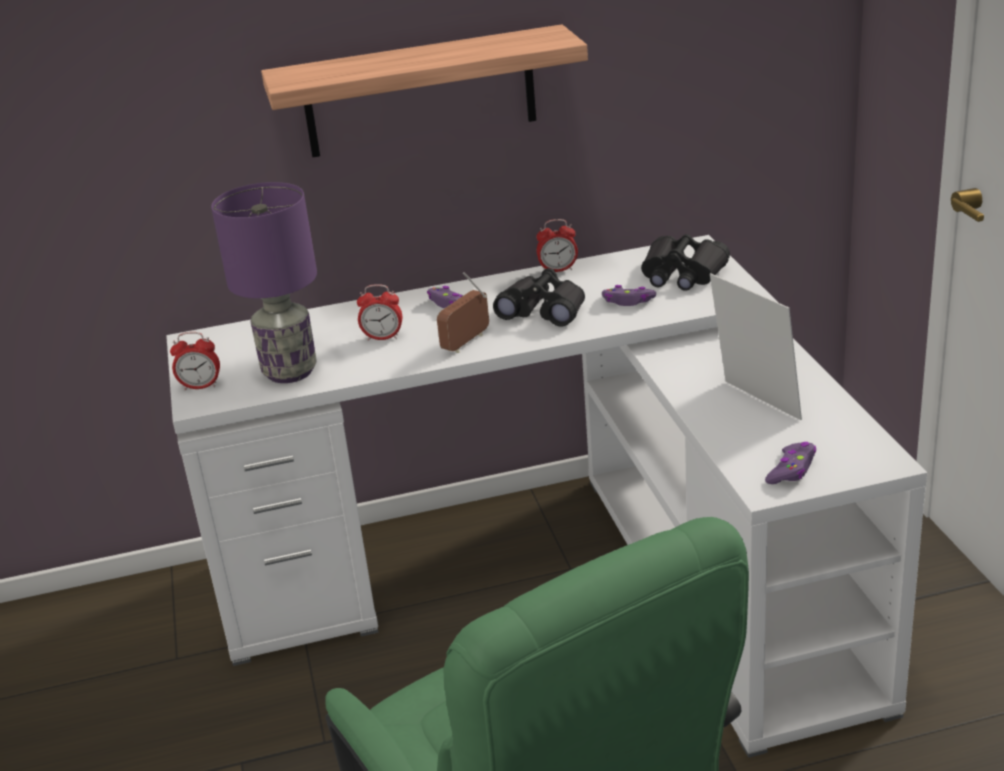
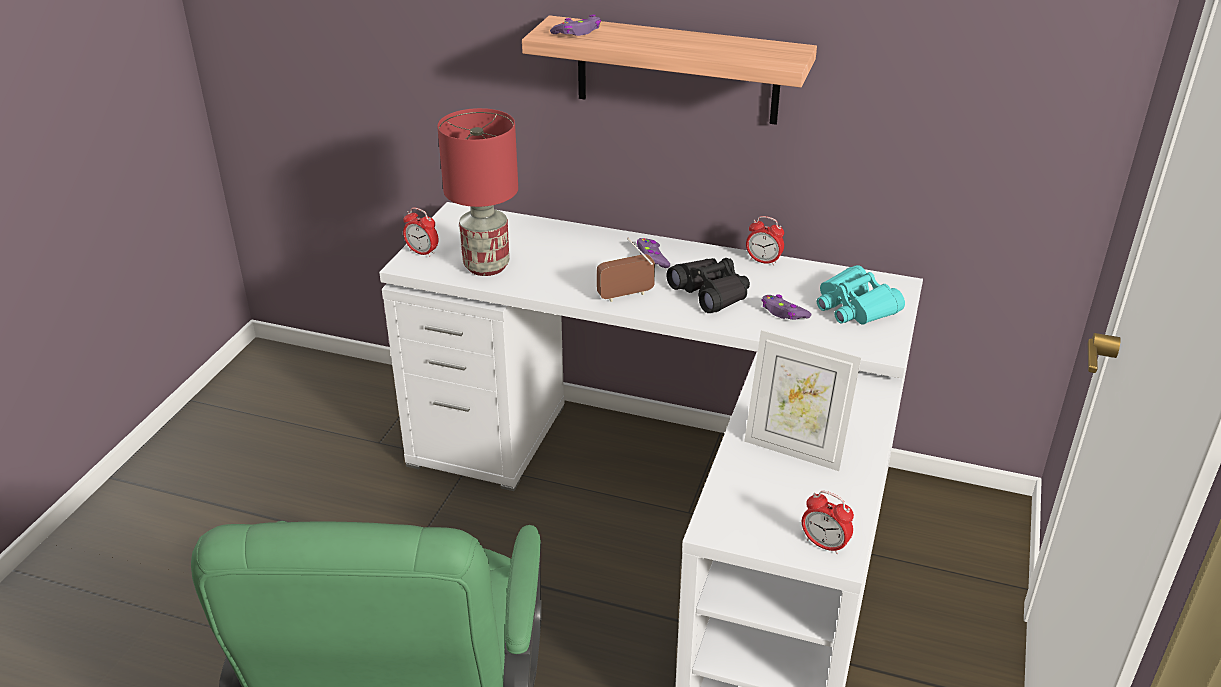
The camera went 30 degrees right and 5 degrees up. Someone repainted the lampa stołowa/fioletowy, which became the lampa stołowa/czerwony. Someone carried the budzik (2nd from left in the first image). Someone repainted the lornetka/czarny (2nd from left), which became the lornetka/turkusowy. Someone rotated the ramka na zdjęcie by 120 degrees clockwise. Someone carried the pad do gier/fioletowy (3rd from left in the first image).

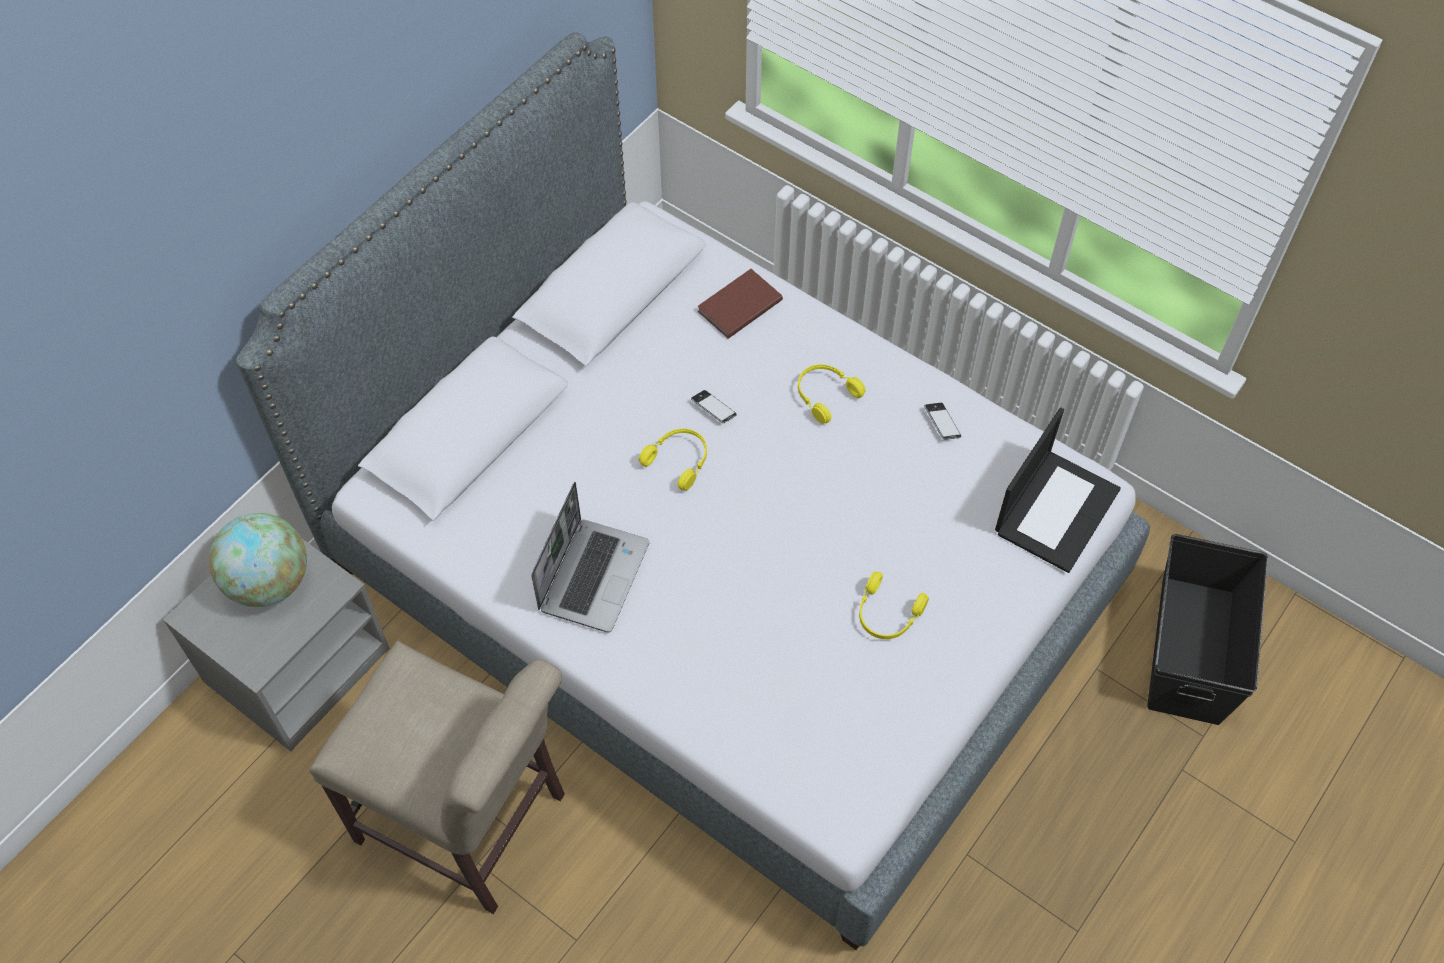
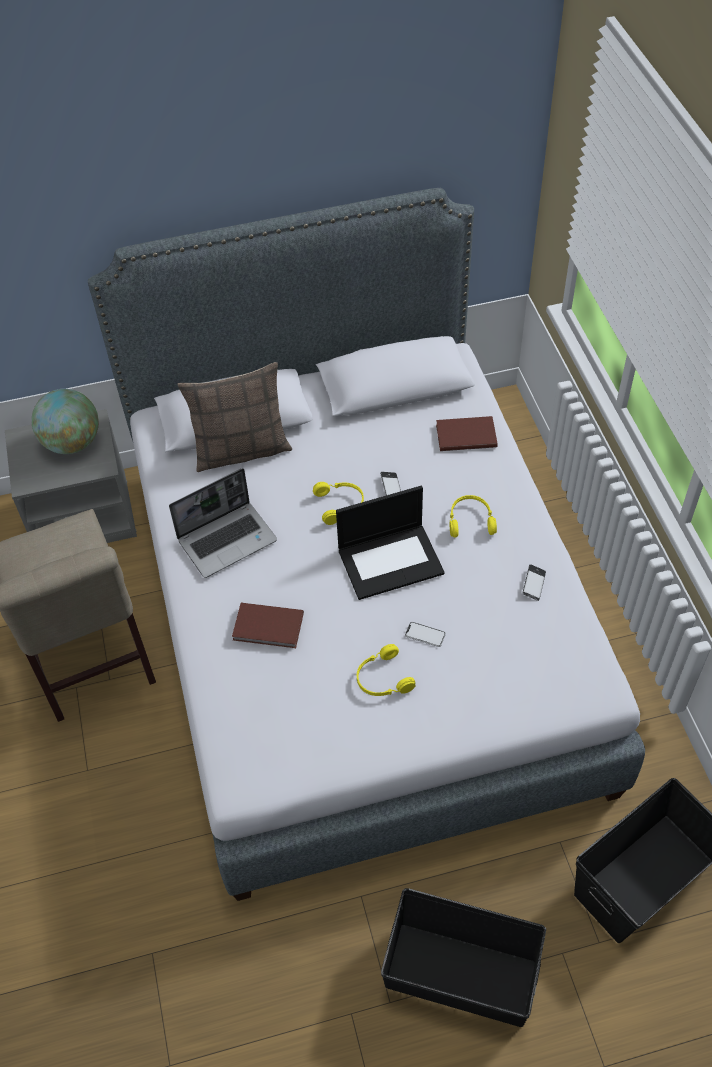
The camera went 40 degrees right and 5 degrees down. Someone carried the laptop (2nd from left). Someone put down the poduszka. Someone put down the książka/brązowy (1st from left). Someone put down the pojemnik do przechowywania/czarny (1st from left). Someone put down the telefon (2nd from left).

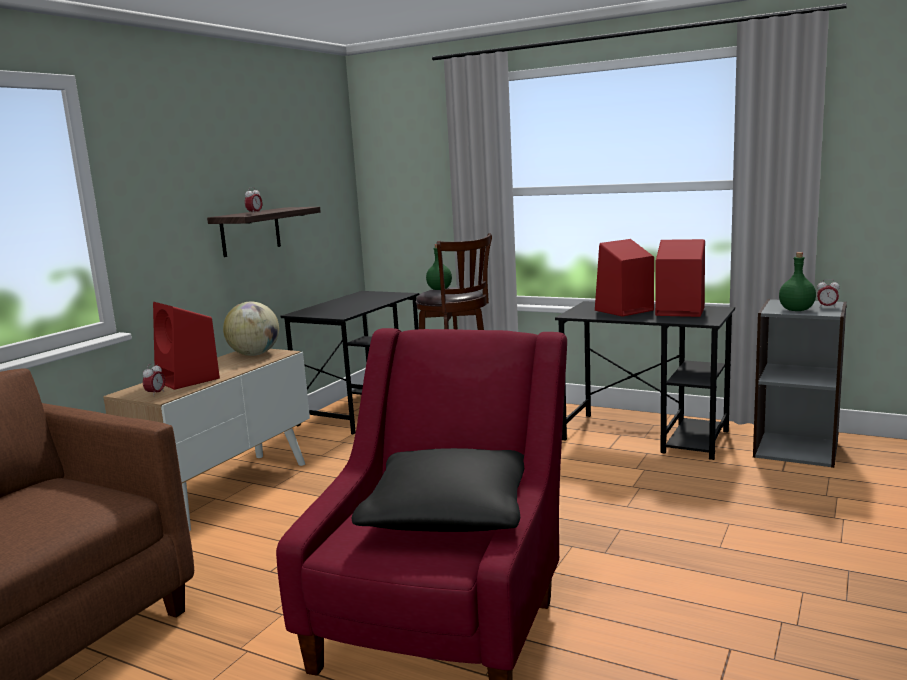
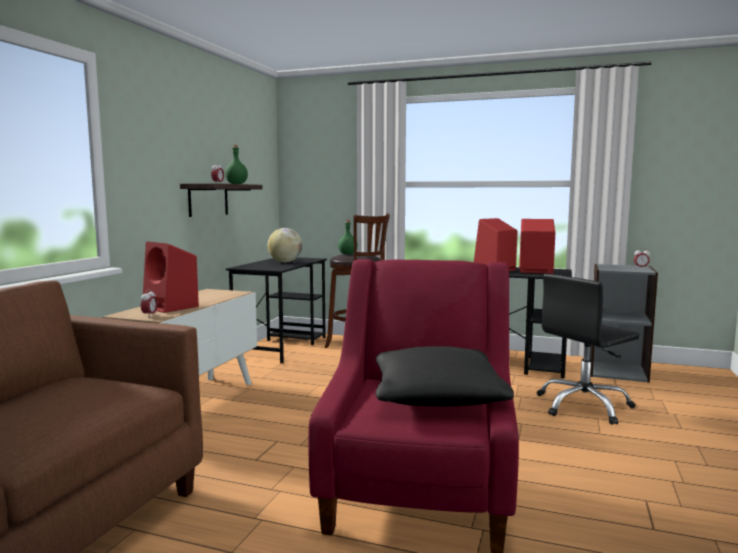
The camera went 10 degrees left and 5 degrees down. Someone carried the globus. Someone carried the butelka/zielony (2nd from left in the first image). Someone put down the krzesło biurowe/czarny.

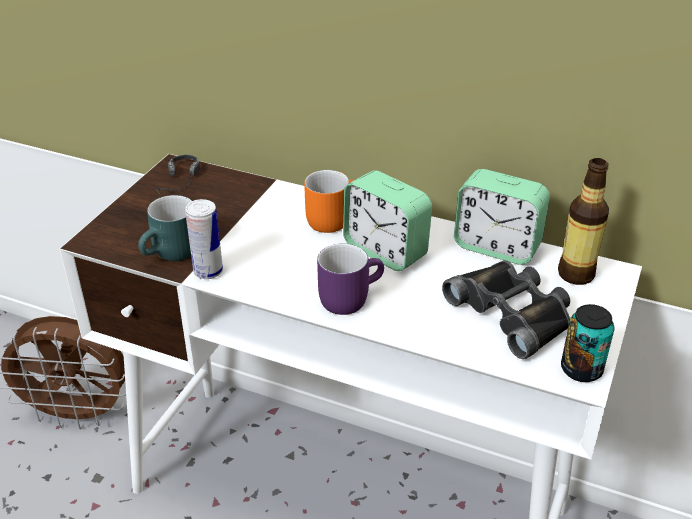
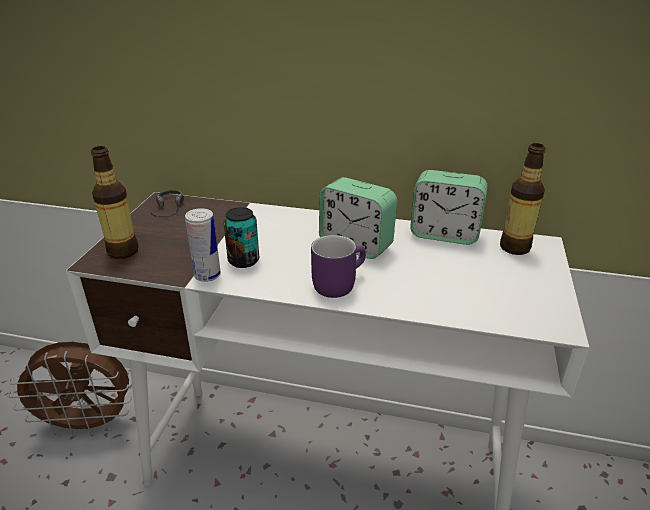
The camera went 10 degrees left and 5 degrees down. Someone took away the kubek/turkusowy. Someone took away the kubek/pomarańczowy. Someone took away the lornetka/czarny. Someone carried the puszka (2nd from left). Someone put down the butelka (1st from left).

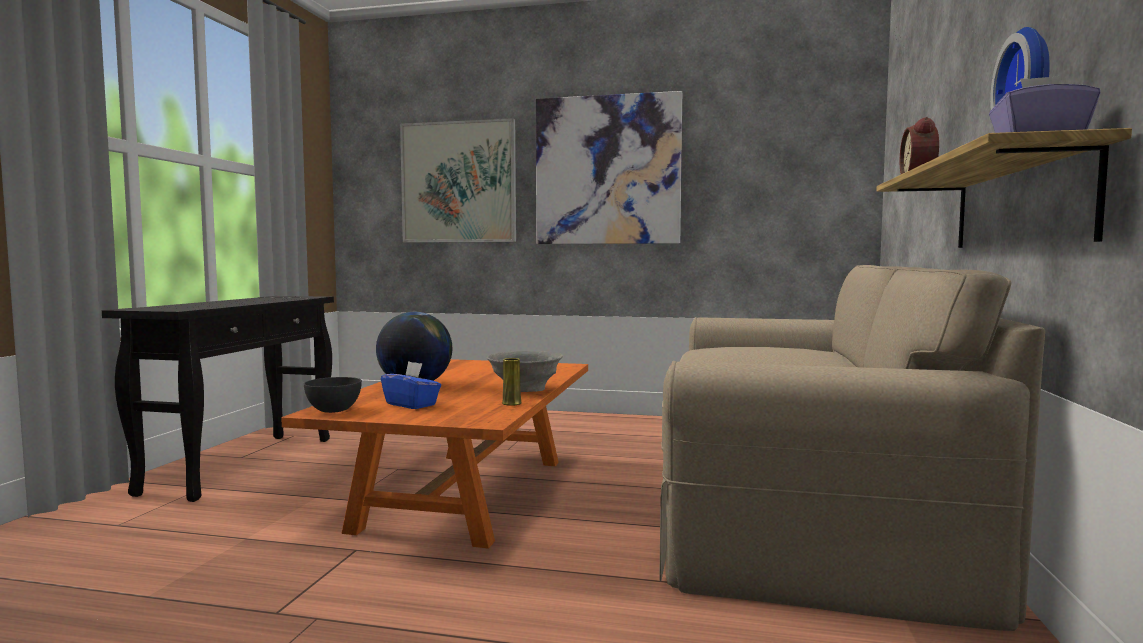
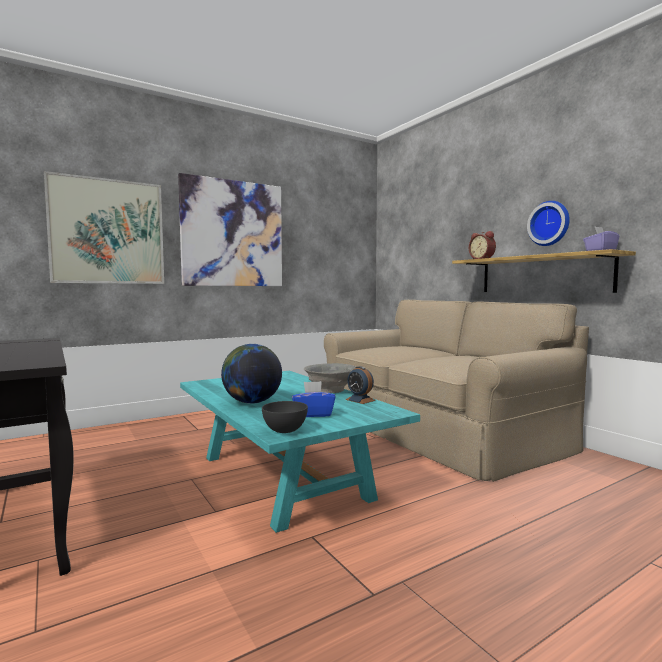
The camera went 45 degrees left and 0 degrees up. Someone repainted the ława/pomarańczowy, which became the ława/turkusowy. Someone swapped the wazon/żółty for the budzik (1st from left).

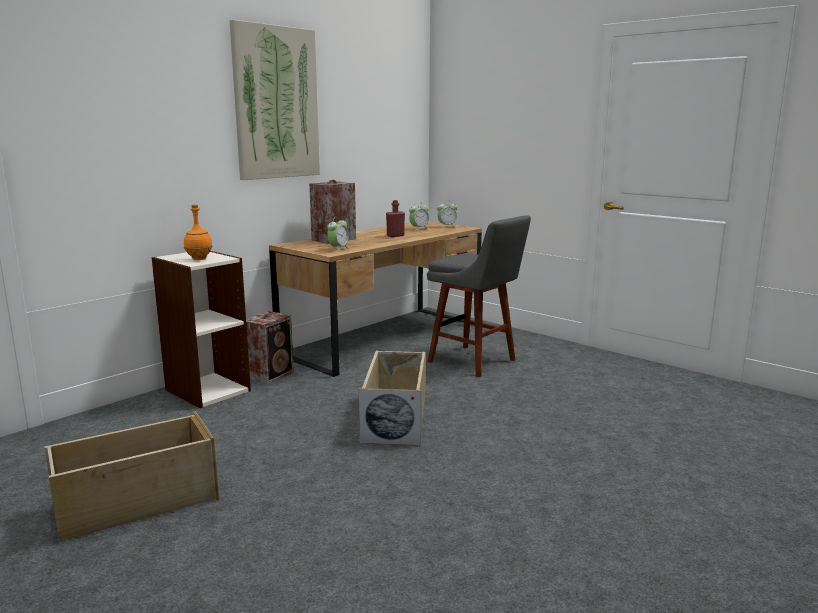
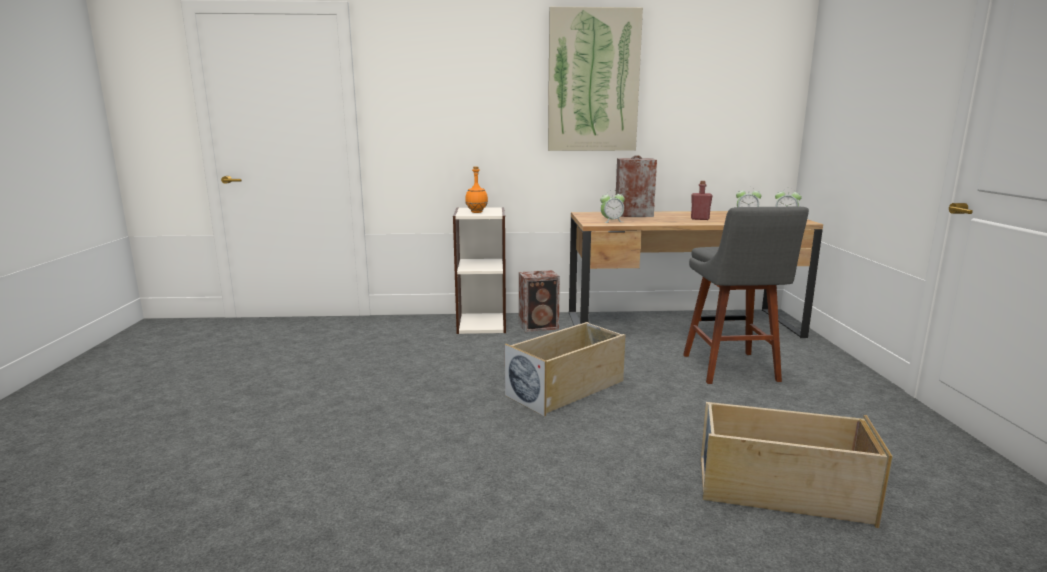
The camera went 45 degrees right and 0 degrees up. Someone carried the pojemnik do przechowywania/beżowy (1st from left in the first image).

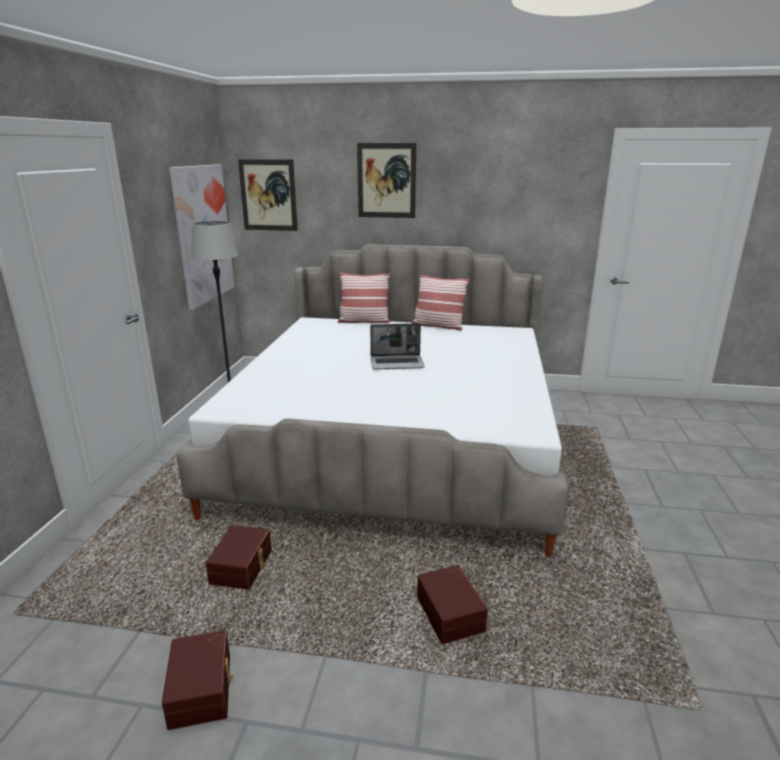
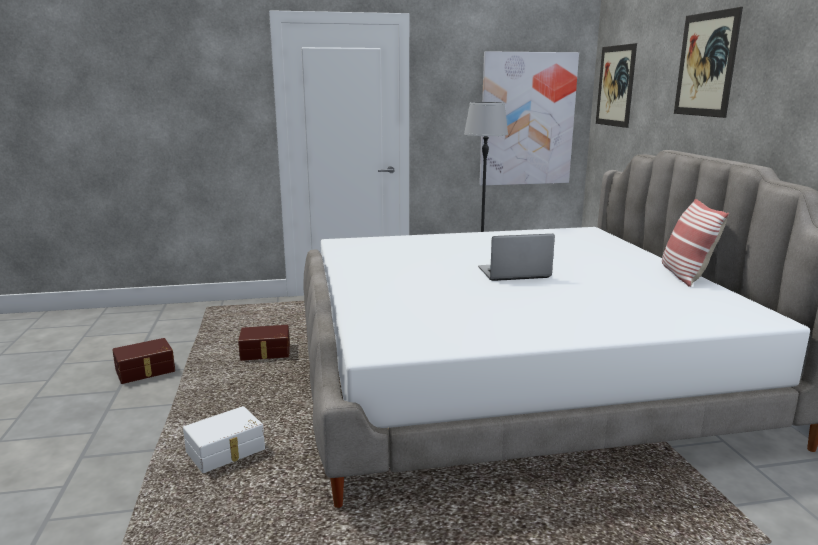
The camera went 70 degrees right and 5 degrees down. Someone took away the poduszka (1st from left). Someone rotated the laptop by 105 degrees clockwise. Someone repainted the pojemnik do przechowywania/brązowy (3rd from left), which became the pojemnik do przechowywania/biały.

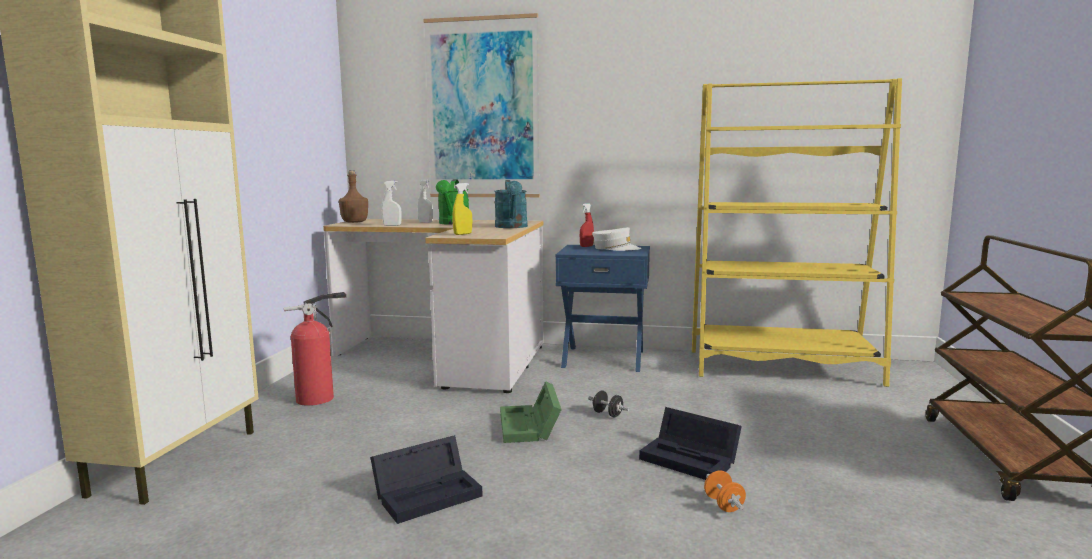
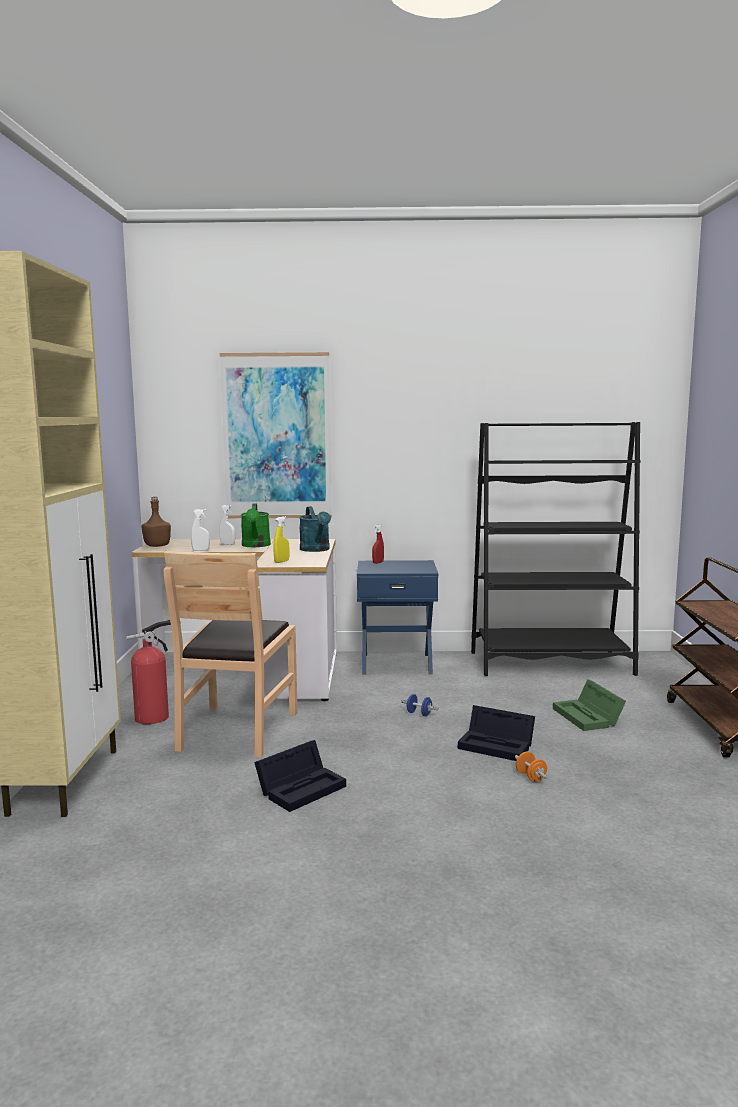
The camera went 10 degrees left and 0 degrees up. Someone carried the pojemnik do przechowywania/zielony. Someone repainted the hantel/czarny, which became the hantel/niebieski. Someone took away the czapka z daszkiem/biały. Someone repainted the regał/żółty, which became the regał/czarny. Someone put down the krzesło/brązowy.

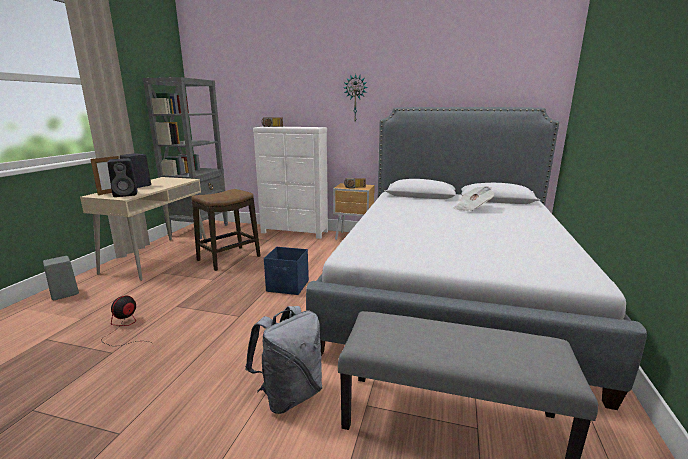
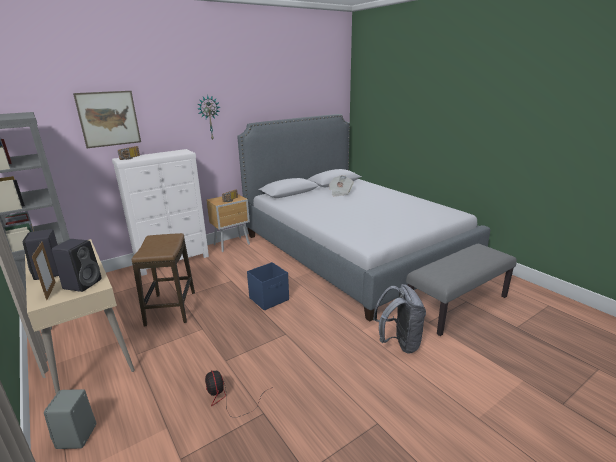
The camera went 50 degrees left and 5 degrees up. Someone put up the obraz.

